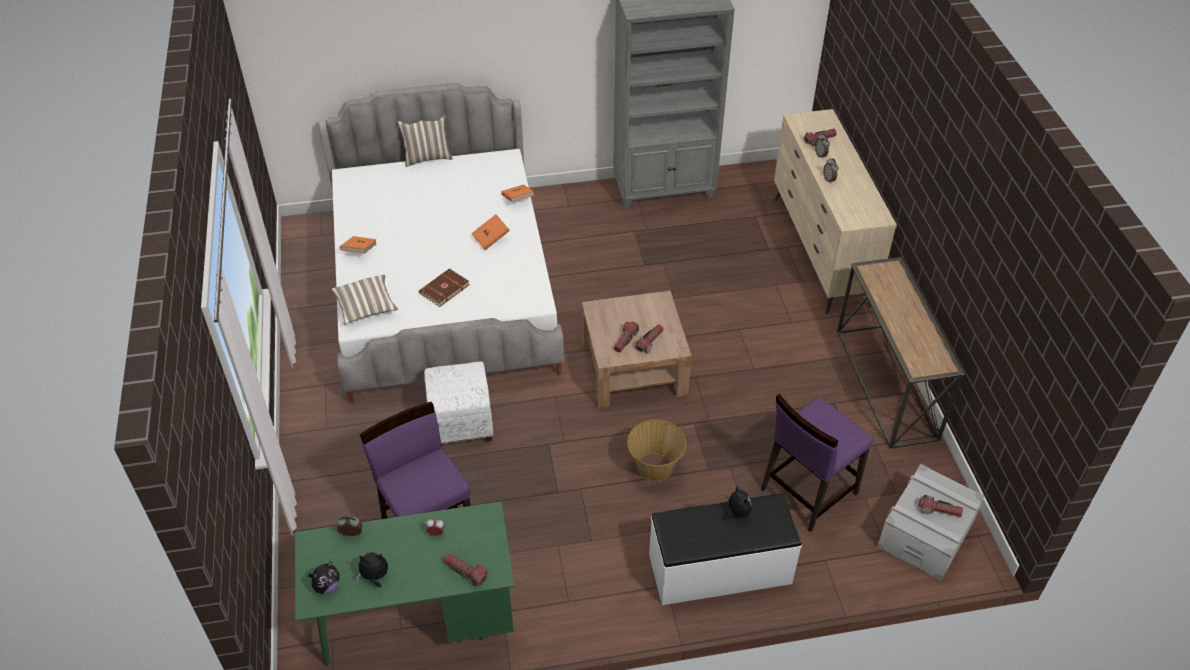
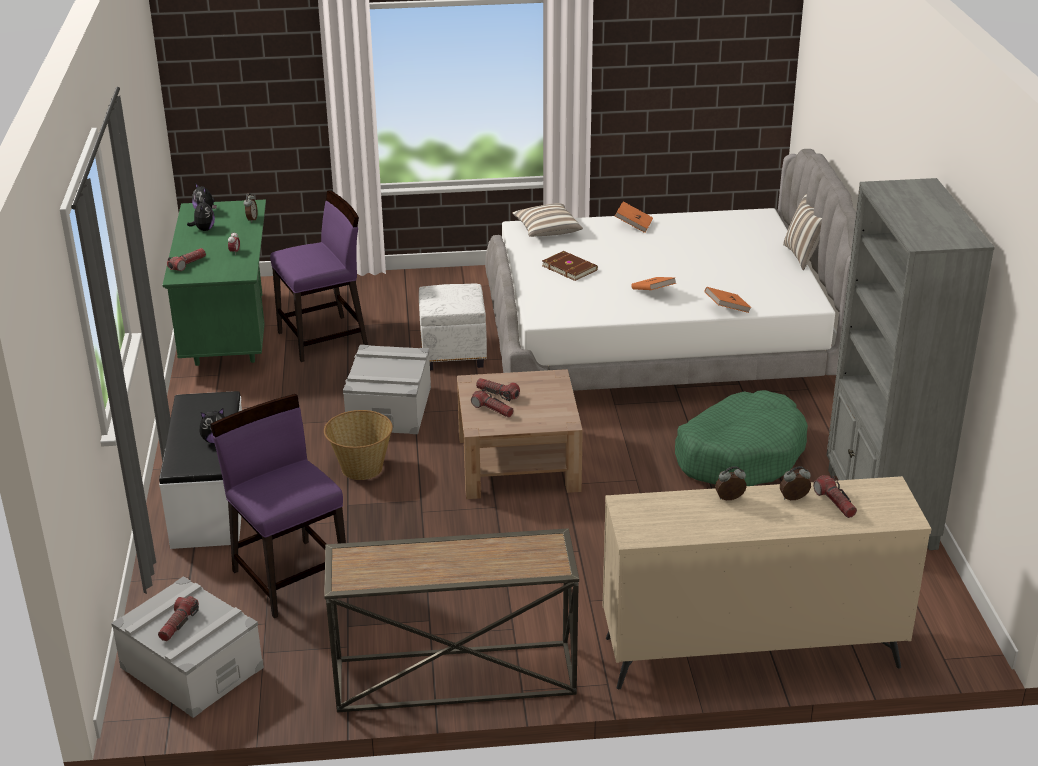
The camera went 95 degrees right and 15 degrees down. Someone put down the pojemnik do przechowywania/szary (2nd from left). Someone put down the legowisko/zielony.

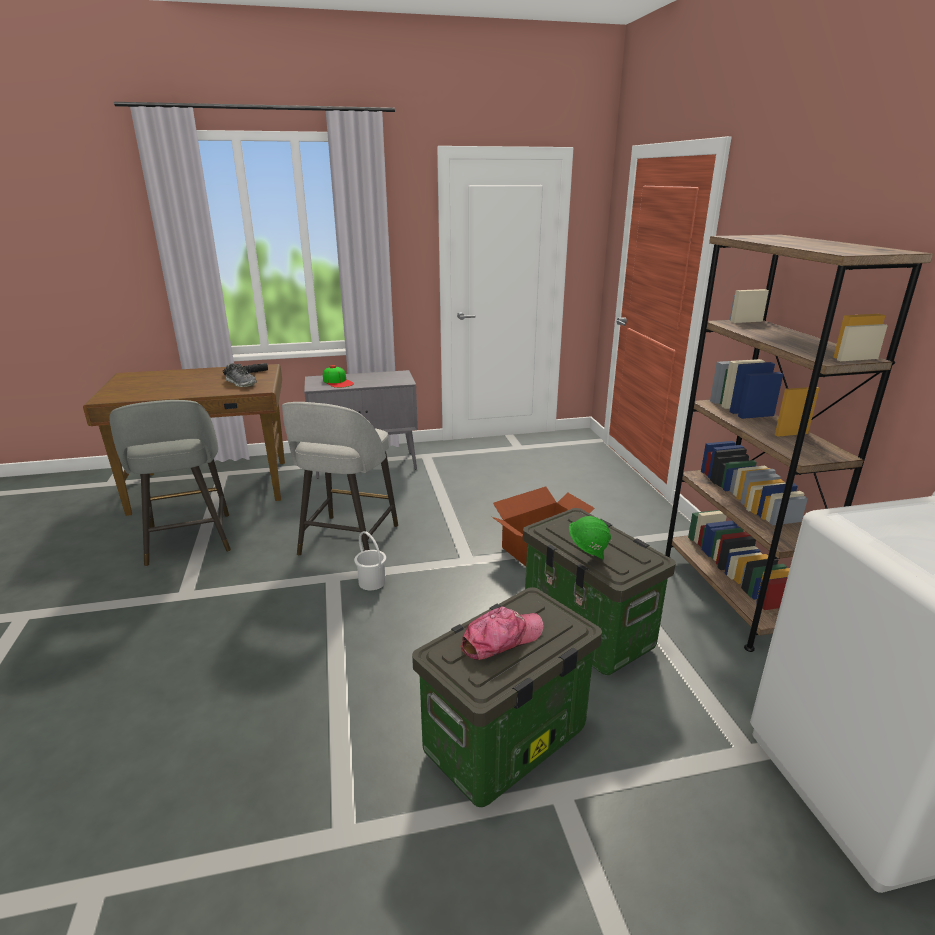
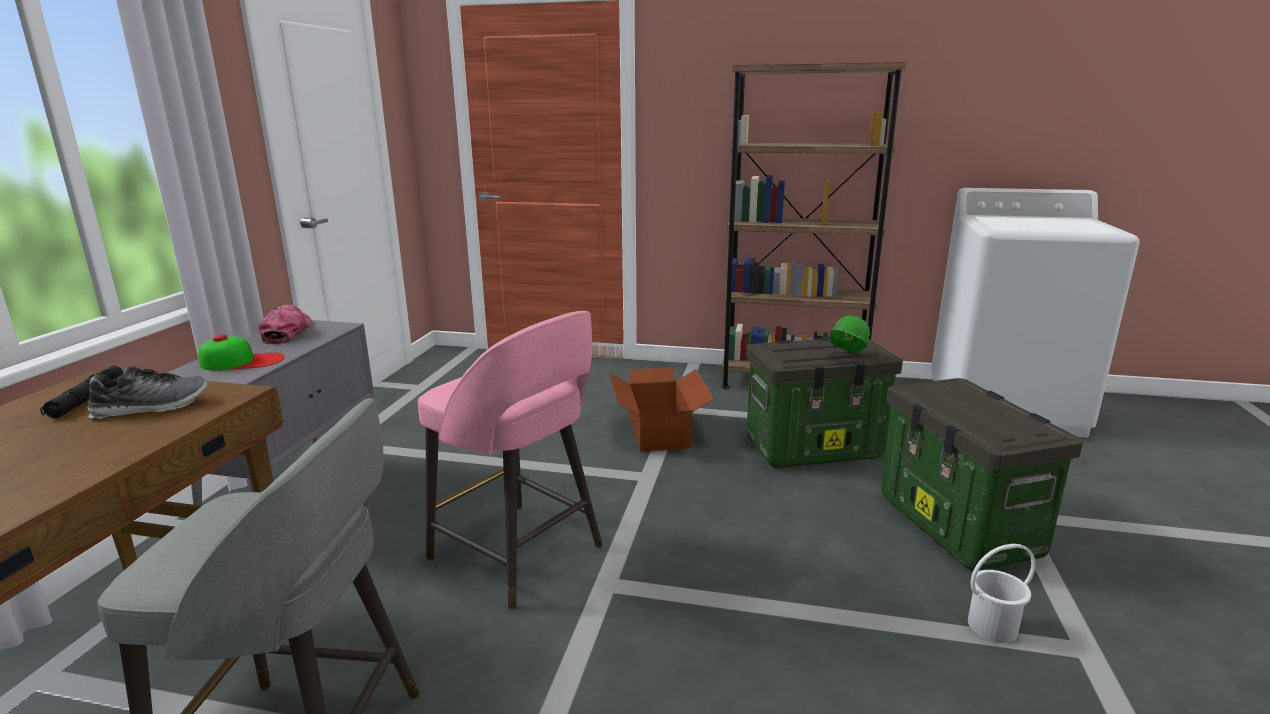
The camera went 65 degrees left and 5 degrees down. Someone repainted the stołek/szary (2nd from left), which became the stołek/różowy. Someone carried the wiadro/biały. Someone carried the czapka z daszkiem (2nd from left).

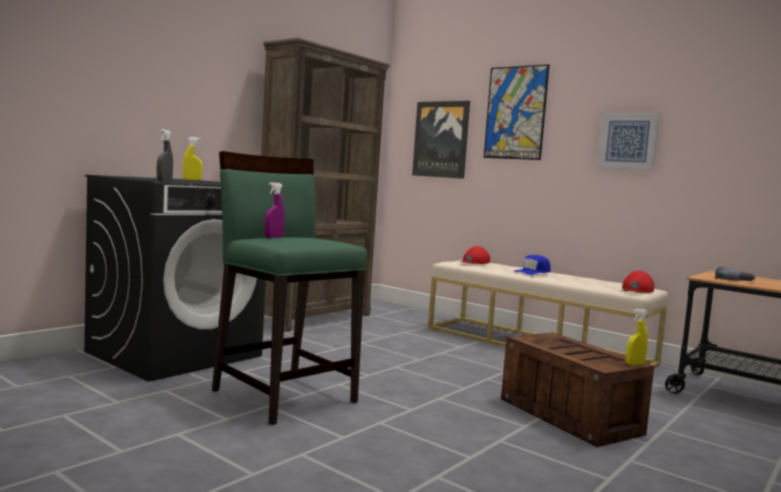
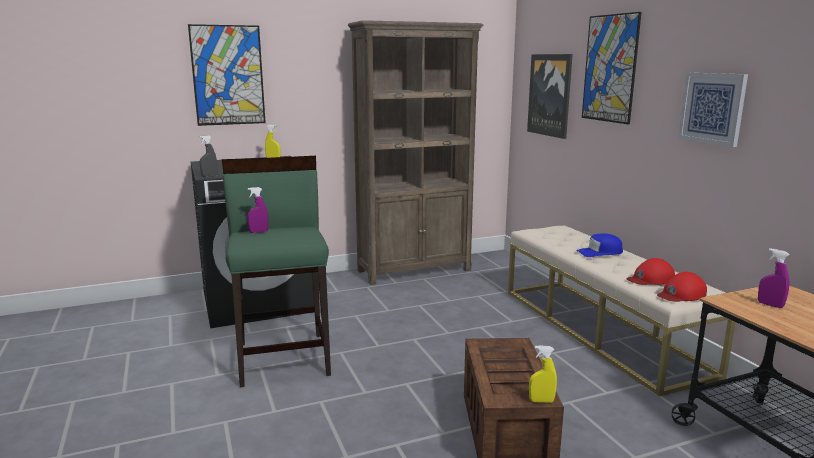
The camera went 30 degrees right and 10 degrees up. Someone carried the czapka z daszkiem/czerwony (1st from left). Someone swapped the wiertarka for the spryskiwacz/fioletowy (2nd from left). Someone put up the obraz (1st from left).

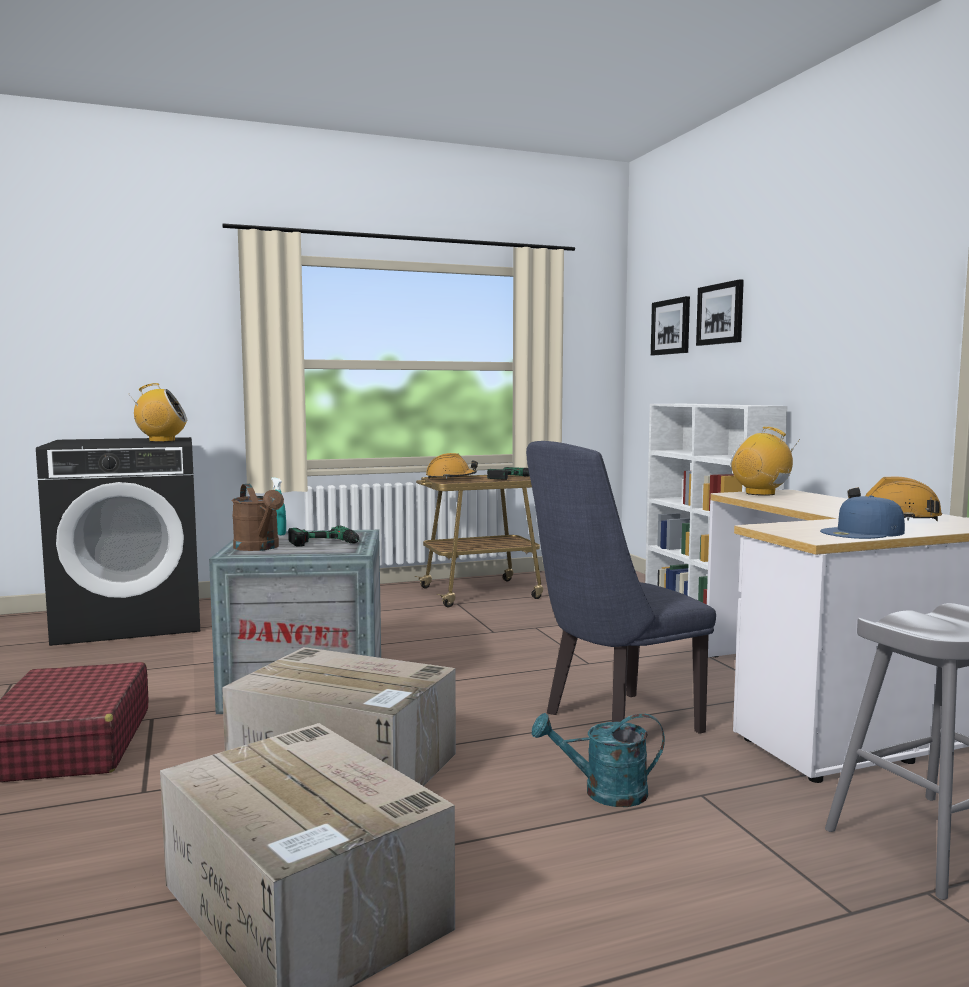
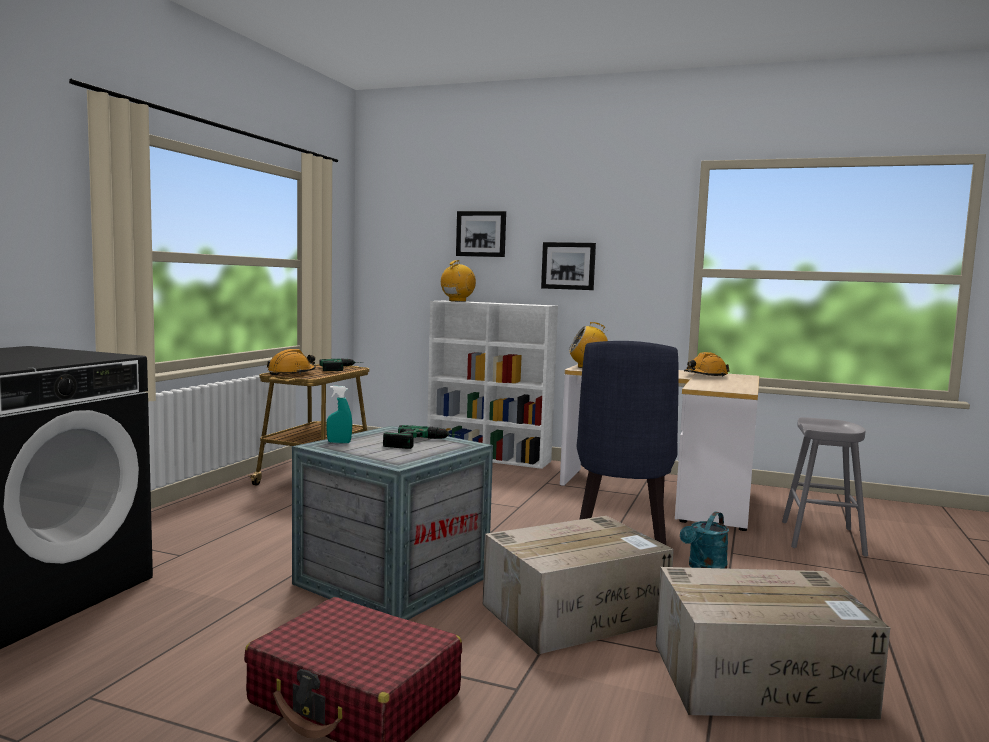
The camera went 50 degrees left and 0 degrees up. Someone carried the radio (1st from left). Someone took away the konewka/brązowy. Someone carried the obraz (1st from left in the first image). Someone took away the czapka z daszkiem/niebieski.

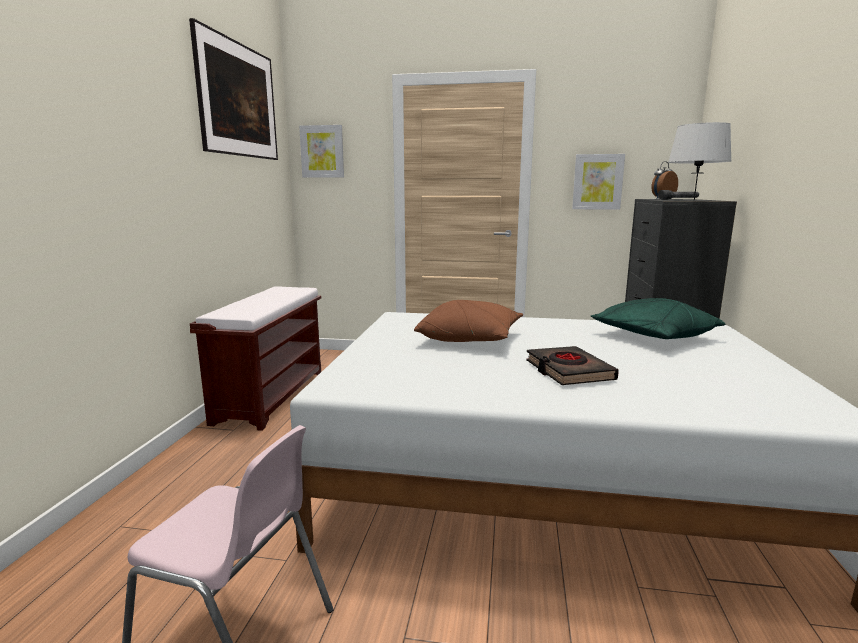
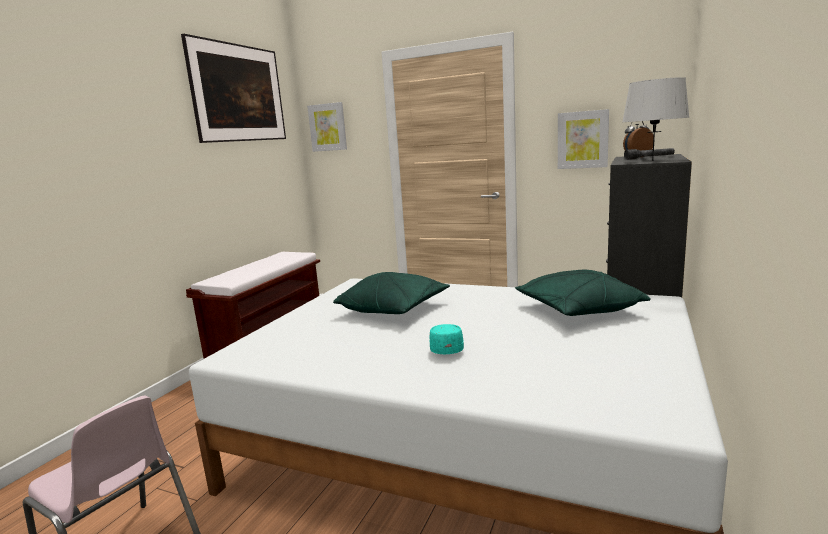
The camera went 15 degrees right and 0 degrees up. Someone repainted the poduszka/brązowy, which became the poduszka/zielony (1st from left). Someone swapped the książka/czarny for the czapka z daszkiem/turkusowy.

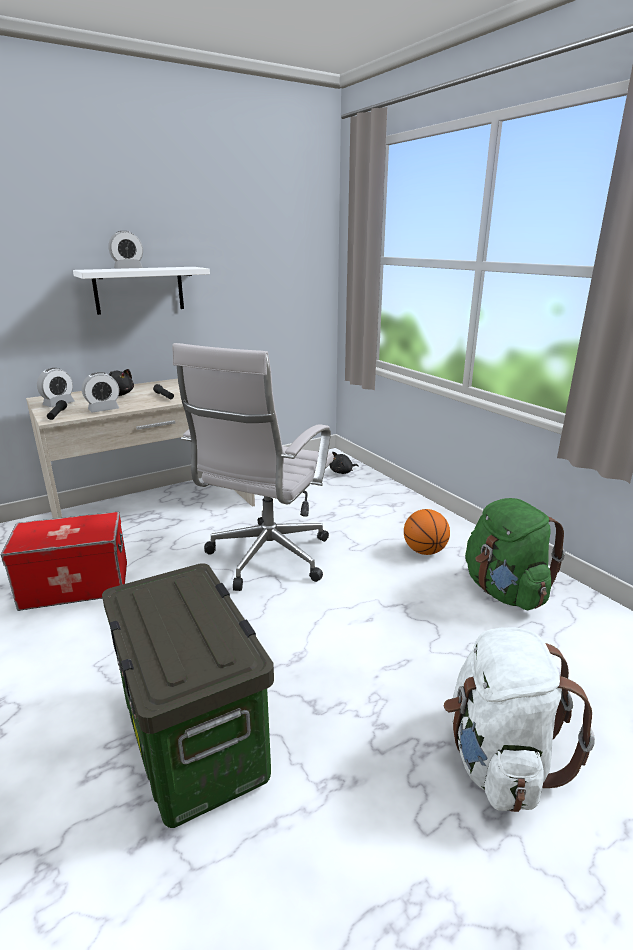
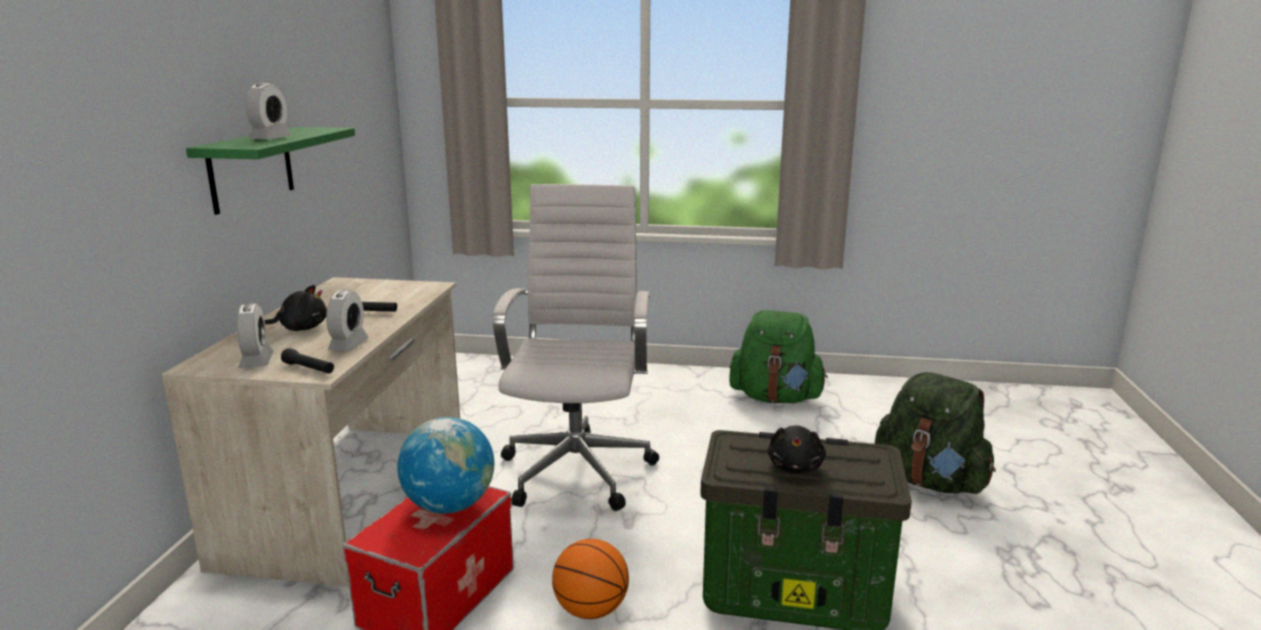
The camera went 50 degrees left and 5 degrees down. Someone repainted the półka/biały, which became the półka/zielony. Someone rotated the krzesło biurowe/biały by 150 degrees counterclockwise. Someone carried the pluszak/czarny (2nd from left). Someone carried the piłka do koszykówki. Someone repainted the plecak/biały, which became the plecak/zielony (2nd from left). Someone put down the globus.

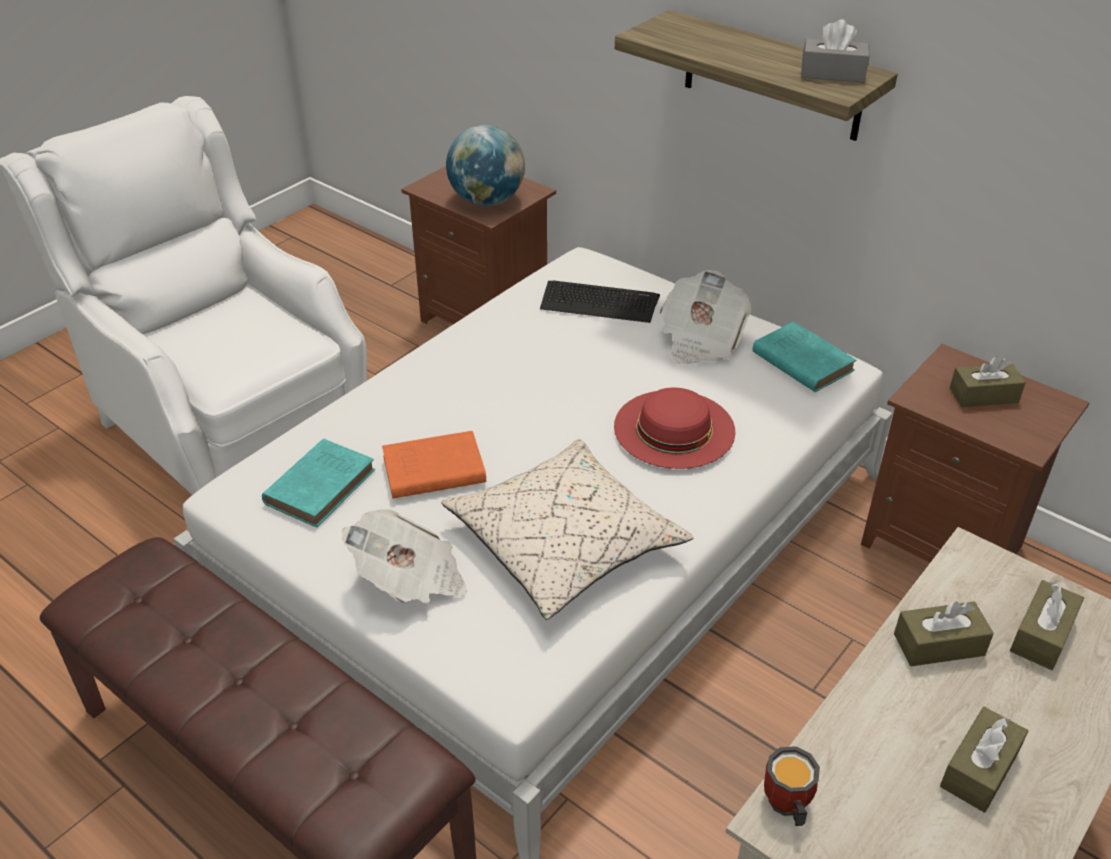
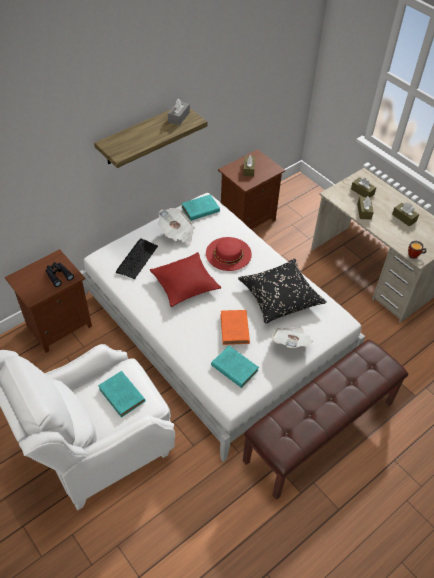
The camera went 80 degrees left and 10 degrees up. Someone repainted the poduszka/beżowy, which became the poduszka/czarny. Someone swapped the globus for the lornetka/czarny. Someone put down the książka/turkusowy (1st from left). Someone put down the poduszka/czerwony.

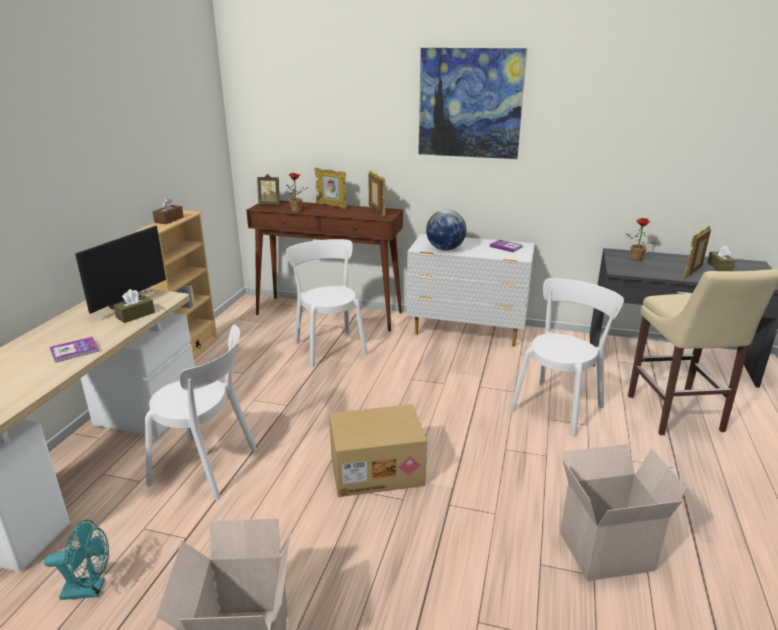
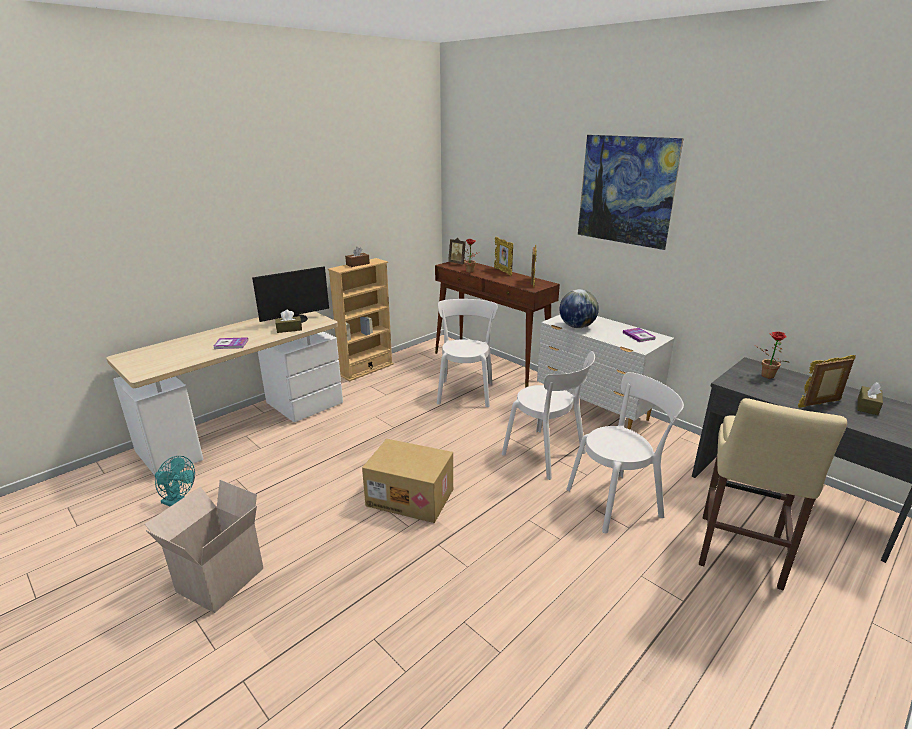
The camera went 30 degrees right and 0 degrees up. Someone carried the krzesło/biały (1st from left in the first image). Someone took away the karton (3rd from left).

